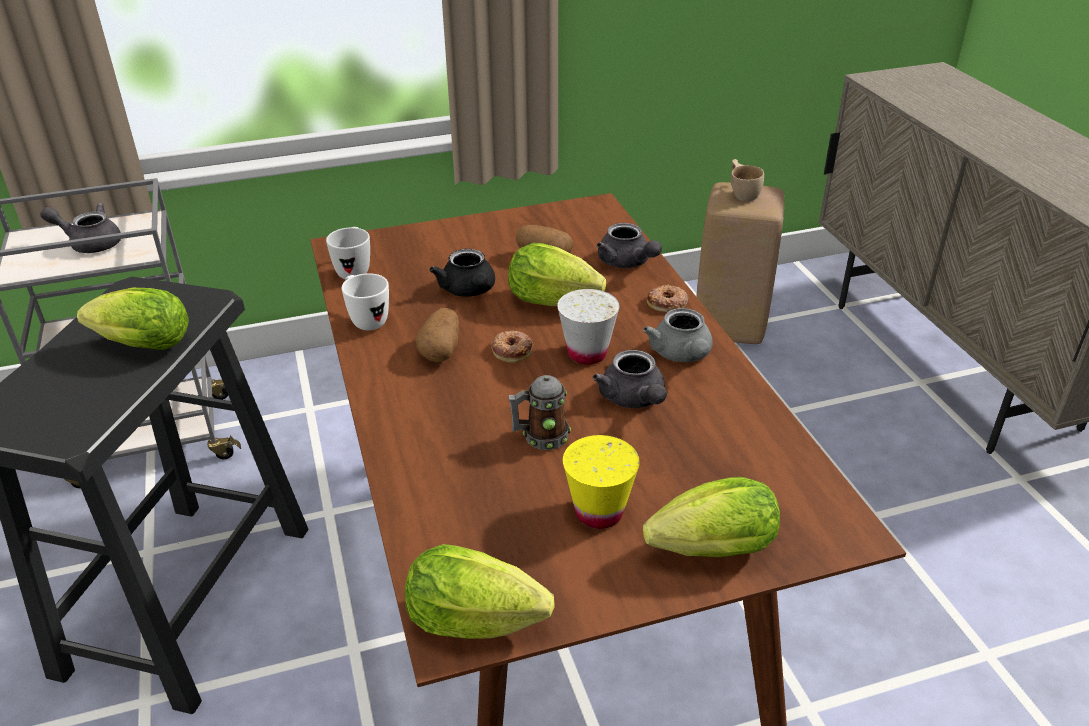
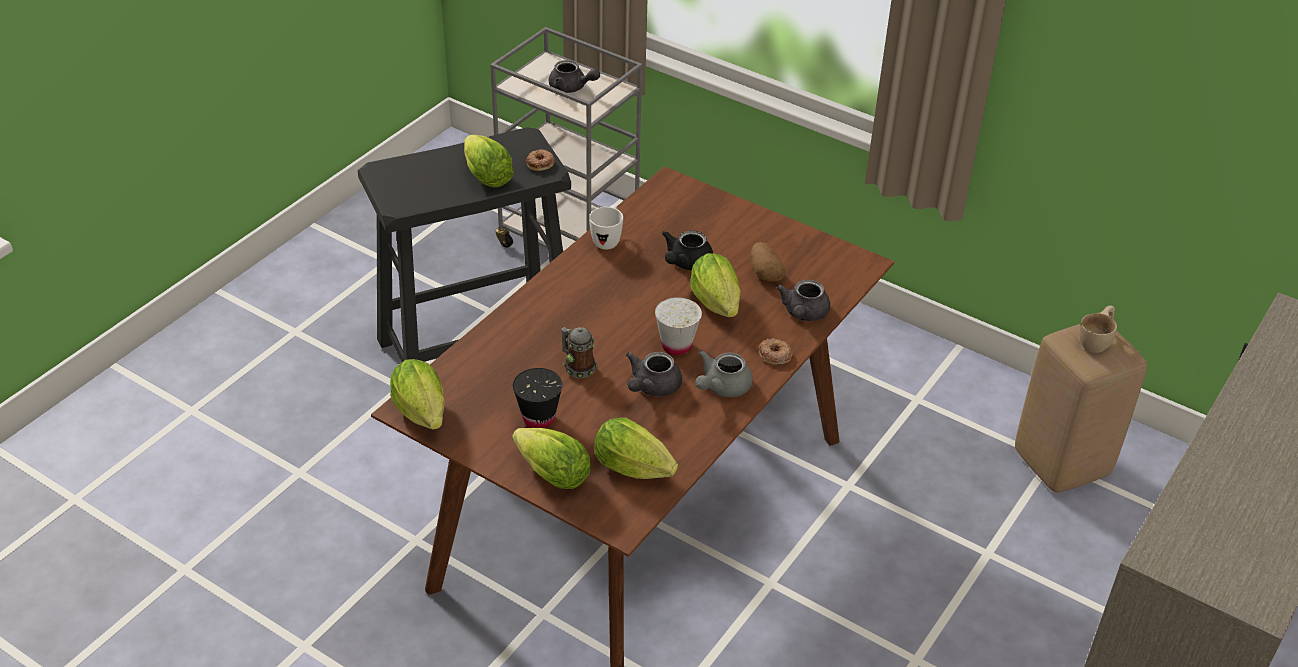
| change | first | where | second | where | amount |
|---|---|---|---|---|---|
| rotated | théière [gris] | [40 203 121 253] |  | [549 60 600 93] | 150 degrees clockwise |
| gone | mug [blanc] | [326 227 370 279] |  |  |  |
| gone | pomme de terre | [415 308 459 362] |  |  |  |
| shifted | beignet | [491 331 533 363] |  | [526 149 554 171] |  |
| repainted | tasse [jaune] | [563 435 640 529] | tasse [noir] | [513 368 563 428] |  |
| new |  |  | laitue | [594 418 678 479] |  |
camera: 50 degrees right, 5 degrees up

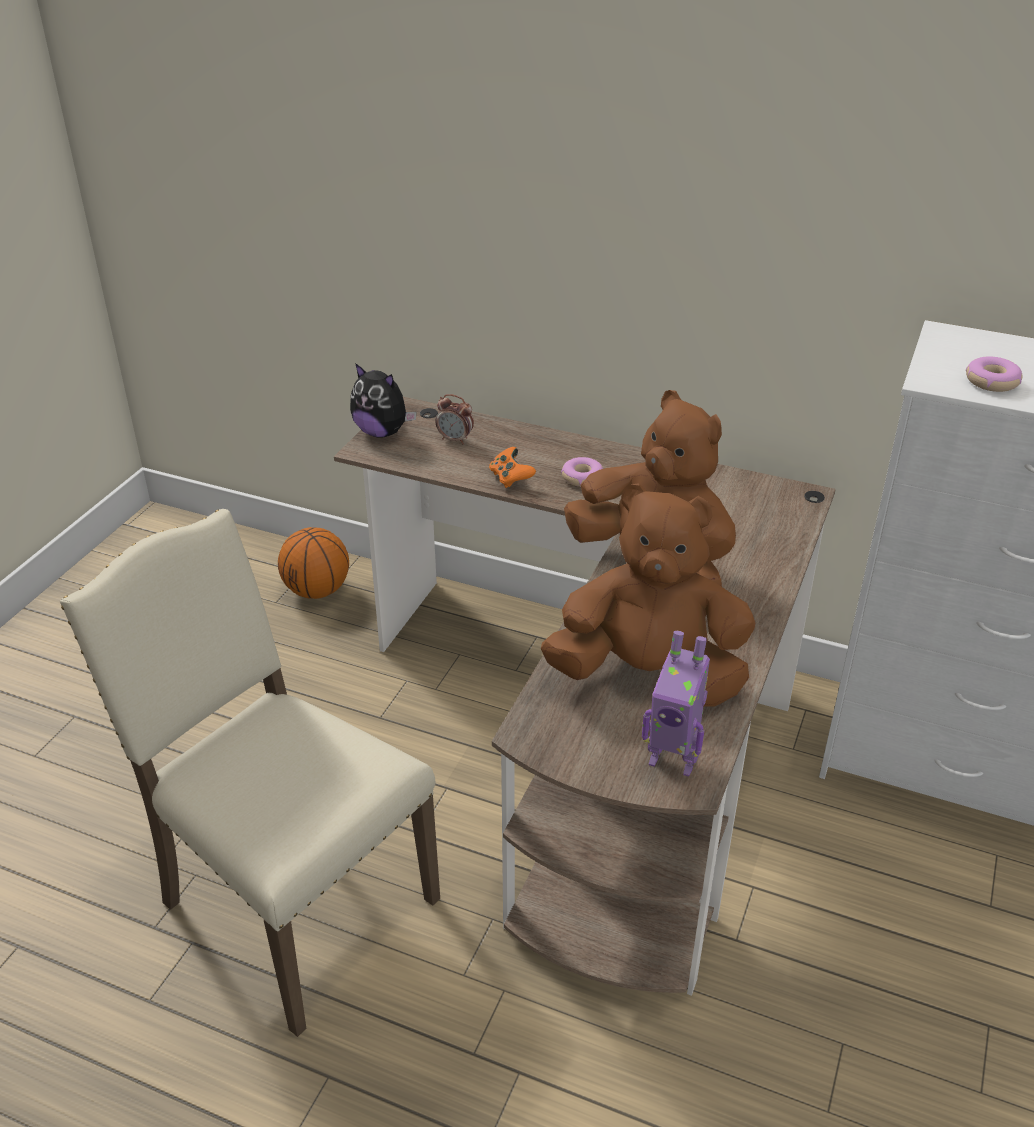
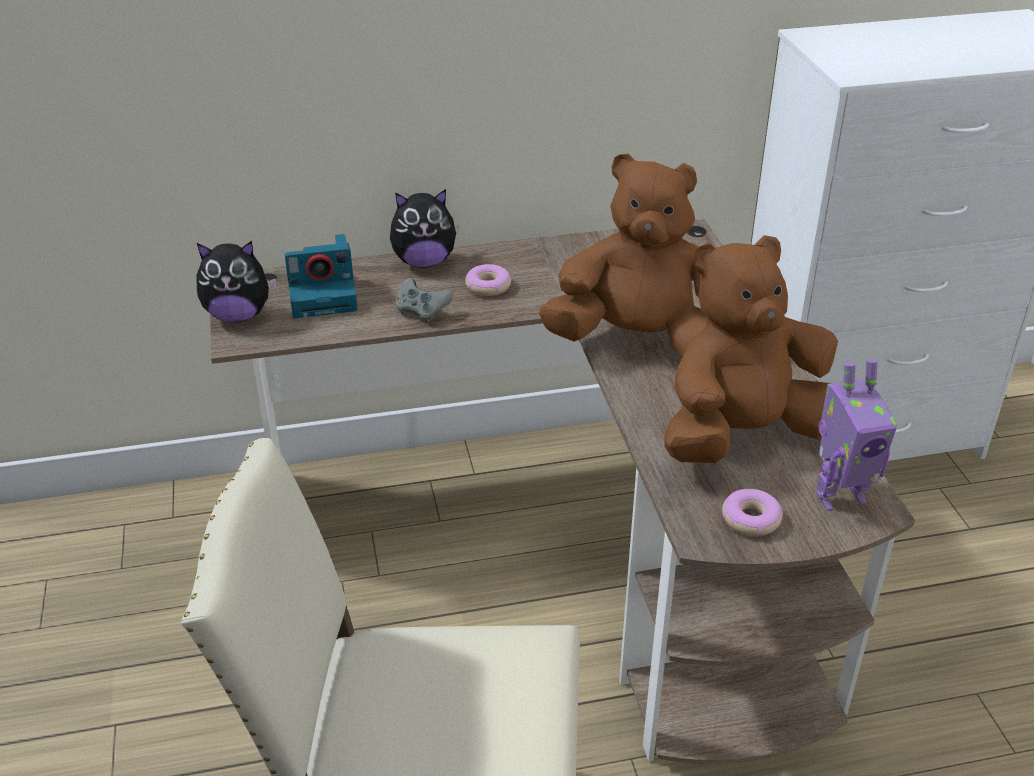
| change | first | where | second | where | amount |
|---|---|---|---|---|---|
| gone | ballon de basket | [278 527 349 599] |  |  |  |
| swapped | réveil | [435 394 474 444] | appareil photo | [285 234 358 318] |  |
| repainted | manette [orange] | [489 447 536 488] | manette [gris] | [395 278 454 323] |  |
| shifted | beignet | [966 356 1022 392] |  | [722 489 783 536] |  |
| new |  |  | peluche | [390 189 459 268] |  |
camera: 35 degrees left, 0 degrees up

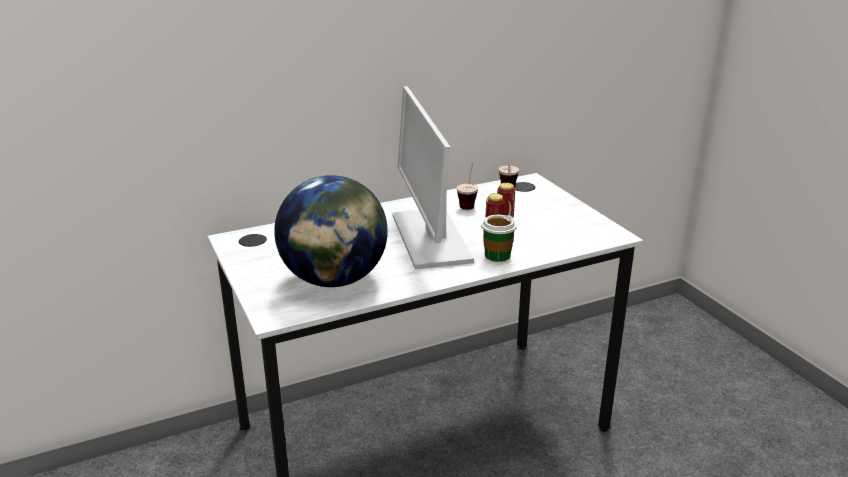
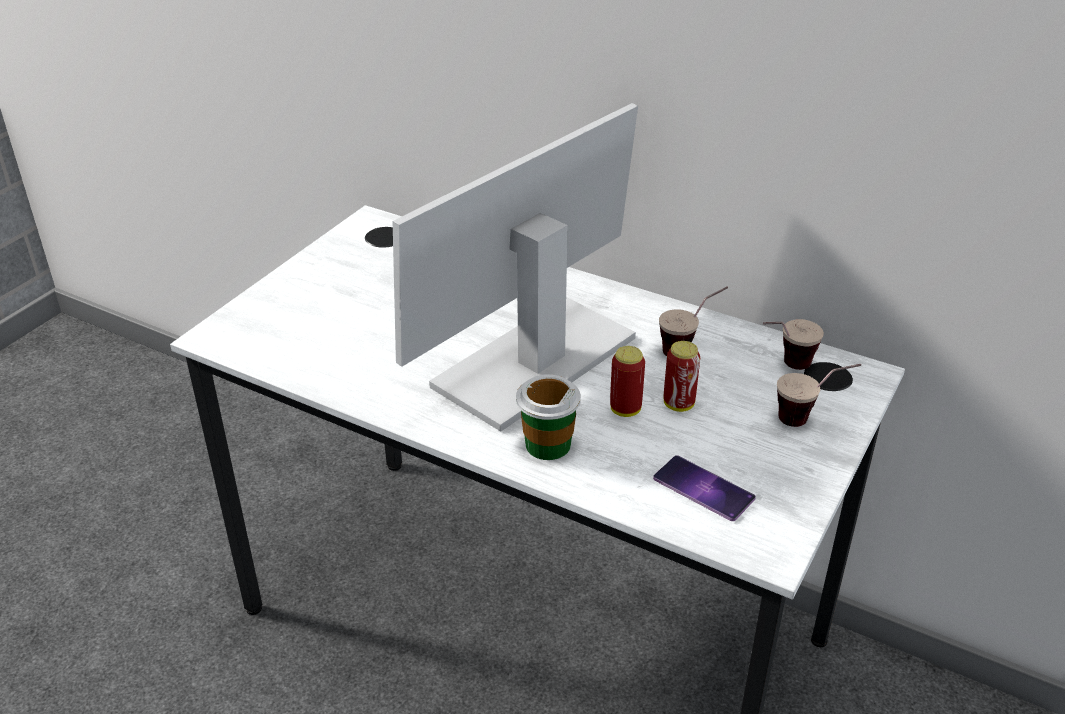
| change | first | where | second | where | amount |
|---|---|---|---|---|---|
| gone | globe | [274 175 388 287] |  |  |  |
| new |  |  | téléphone | [653 455 756 521] |  |
| new |  |  | tasse | [777 364 861 427] |  |
camera: 55 degrees right, 10 degrees up

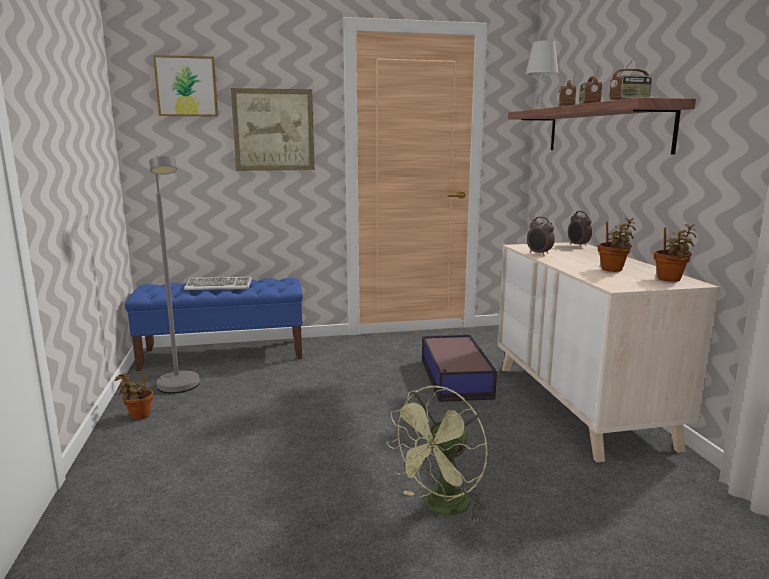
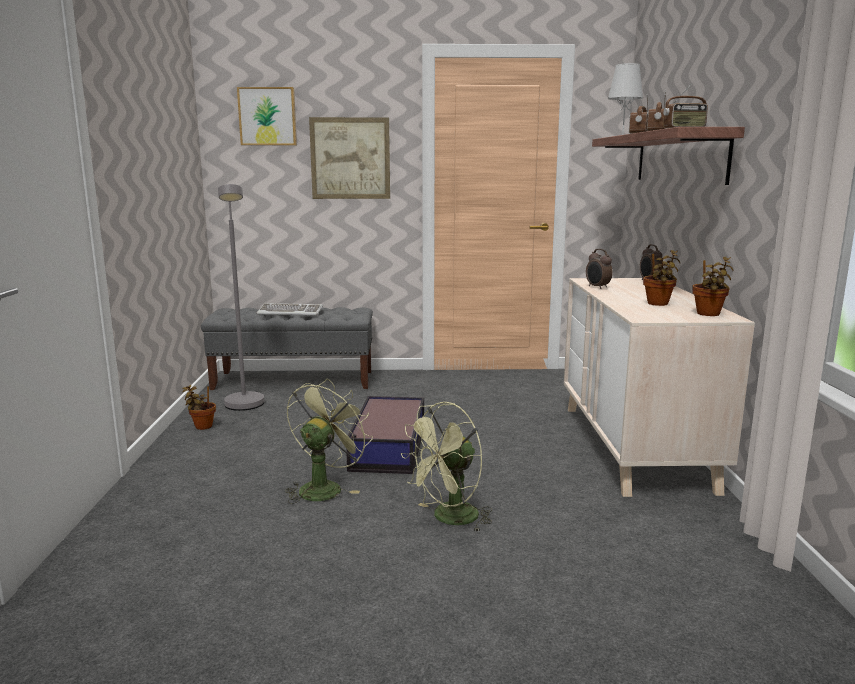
| change | first | where | second | where | amount |
|---|---|---|---|---|---|
| repainted | banc [bleu] | [125 278 303 371] | banc [gris] | [201 307 373 390] |  |
| shifted | boîte de rangement | [422 335 497 402] |  | [346 396 424 474] |  |
| new |  |  | ventilateur [vert] | [285 379 373 504] |  |
camera: 10 degrees right, 0 degrees up

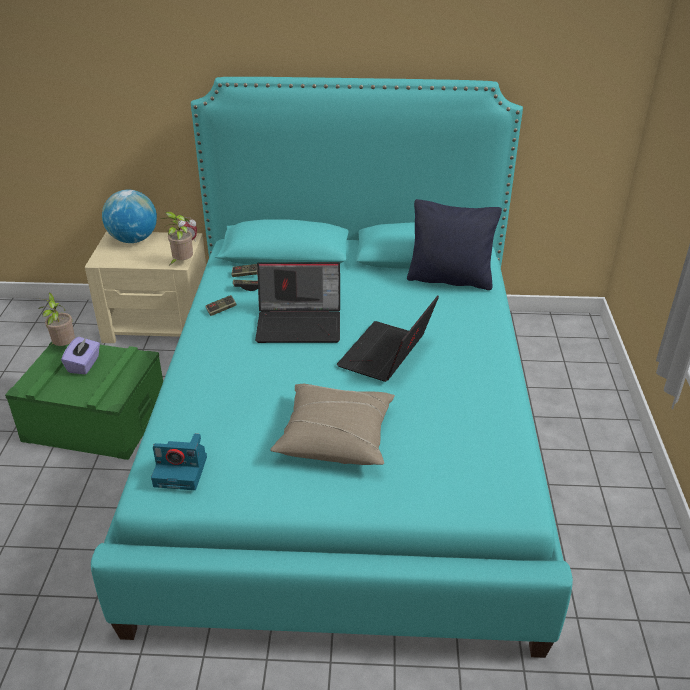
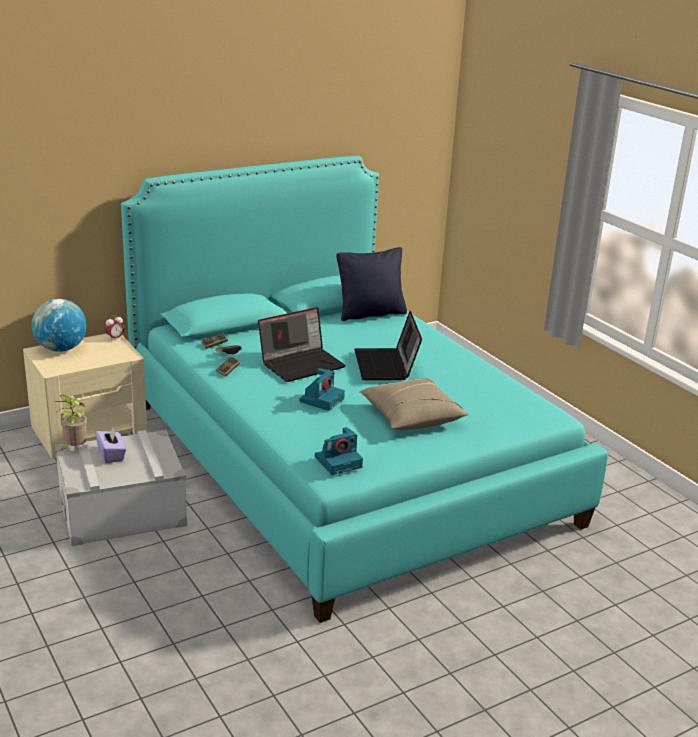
| change | first | where | second | where | amount |
|---|---|---|---|---|---|
| repainted | boîte de rangement [vert] | [5 342 163 460] | boîte de rangement [gris] | [55 430 187 546] |  |
| gone | plante en pot | [160 212 193 266] |  |  |  |
| new |  |  | appareil photo | [300 368 345 411] |  |
camera: 35 degrees left, 10 degrees down

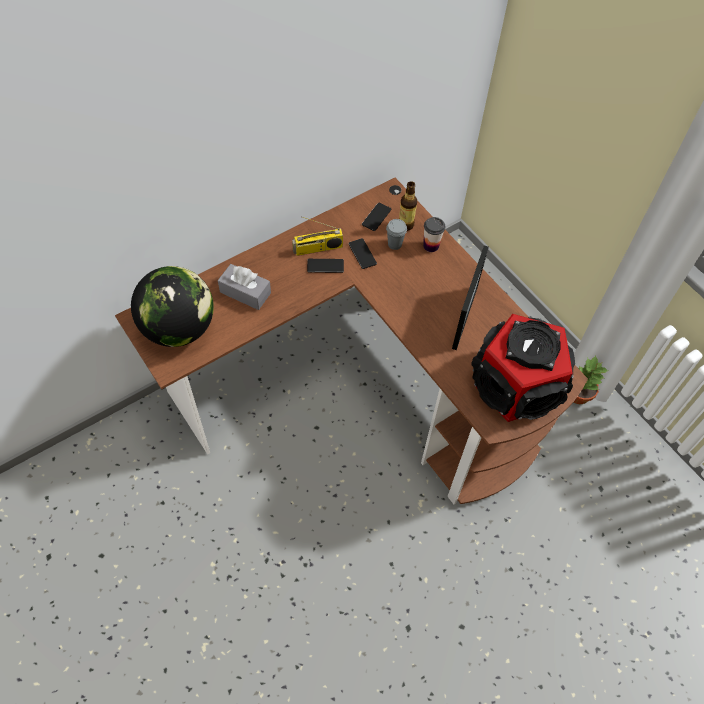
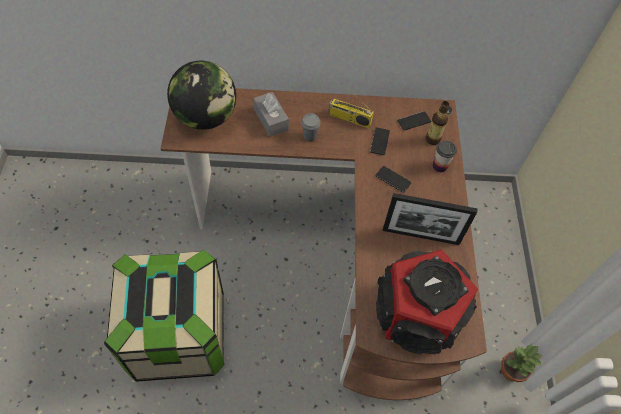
| change | first | where | second | where | amount |
|---|---|---|---|---|---|
| shifted | téléphone | [307 259 344 273] |  | [375 166 411 193] |  |
| shifted | tasse [gris] | [386 219 407 250] |  | [301 113 321 142] |  |
| rotated | cadre photo | [452 246 489 350] |  | [383 193 477 245] | 45 degrees clockwise |
| new |  |  | boîte de rangement | [104 250 225 382] |  |
camera: 35 degrees right, 0 degrees up

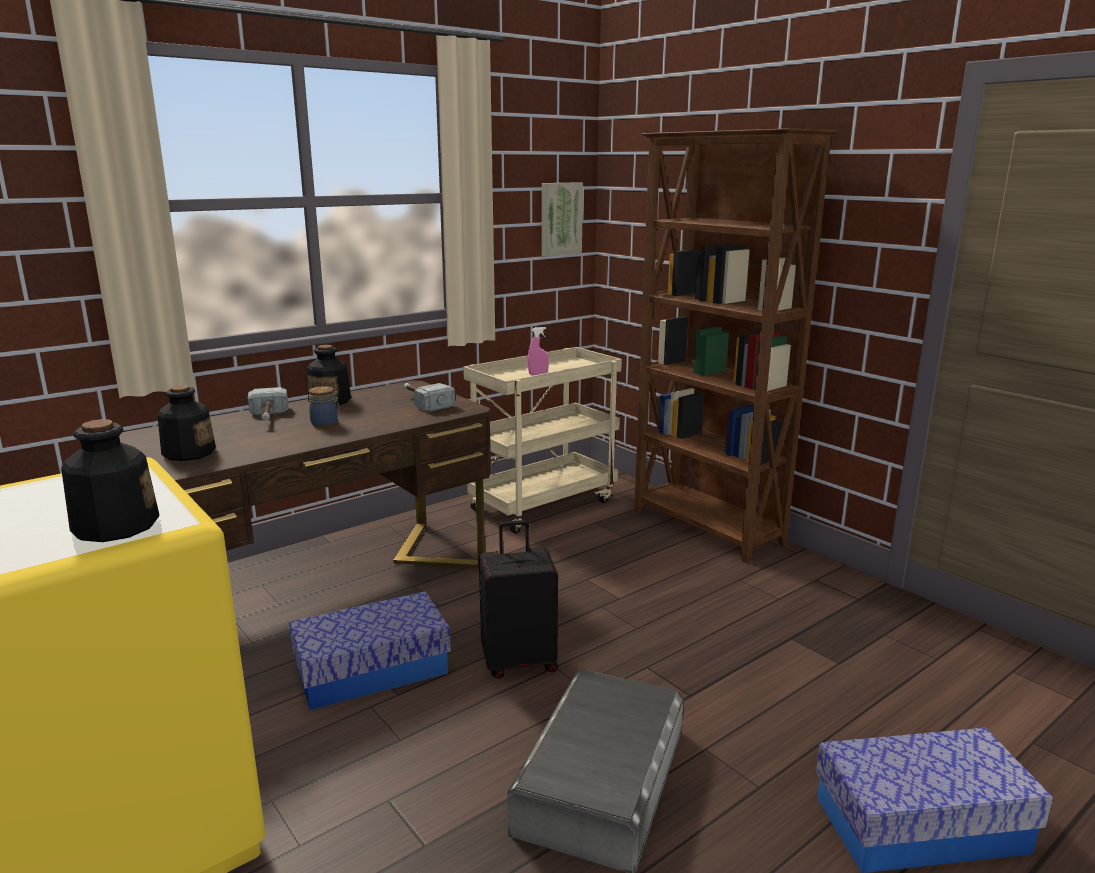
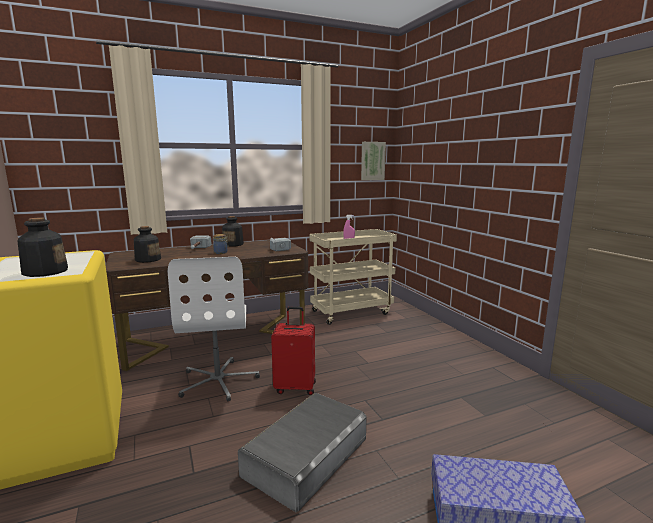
| change | first | where | second | where | amount |
|---|---|---|---|---|---|
| swapped | boîte de rangement | [289 591 451 710] | chaise de bureau [blanc] | [168 257 260 401] |  |
| repainted | valise [noir] | [479 520 558 679] | valise [rouge] | [271 307 316 395] |  |
| gone | bibliothèque [marron] | [634 128 838 563] |  |  |  |
camera: 15 degrees right, 5 degrees down

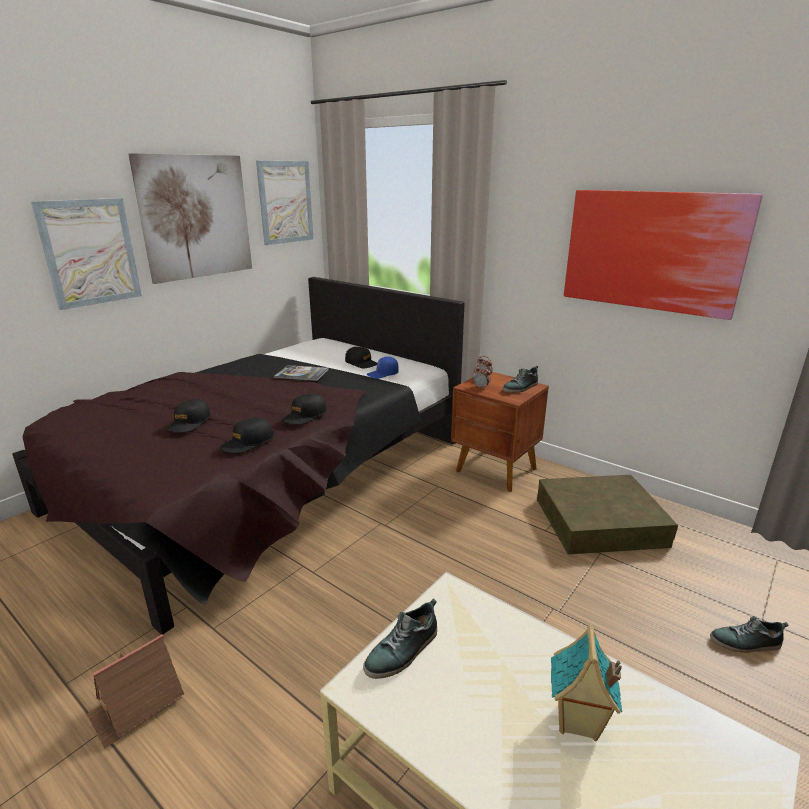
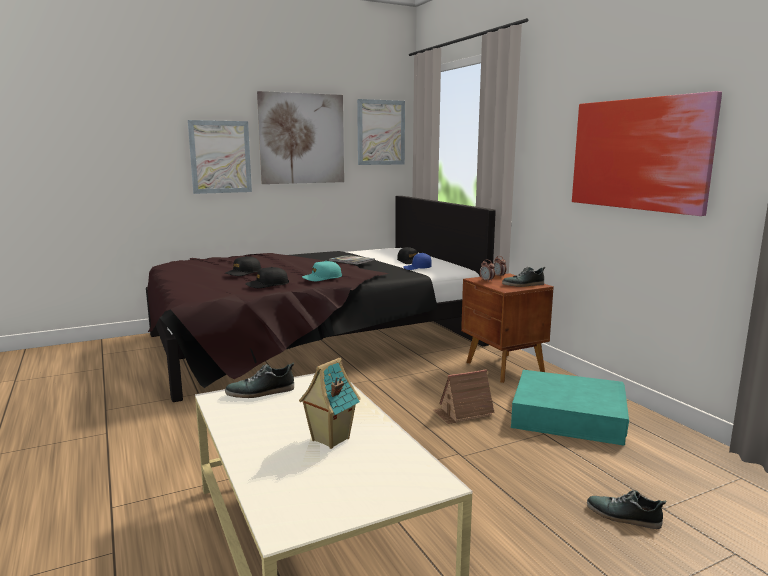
| change | first | where | second | where | amount |
|---|---|---|---|---|---|
| shifted | maison miniature | [87 634 184 749] |  | [434 369 494 424] |  |
| repainted | casquette [noir] | [281 393 327 425] | casquette [turquoise] | [302 261 342 281] |  |
| repainted | boîte de rangement [marron] | [537 475 678 554] | boîte de rangement [turquoise] | [511 370 629 446] |  |
camera: 25 degrees right, 10 degrees down

